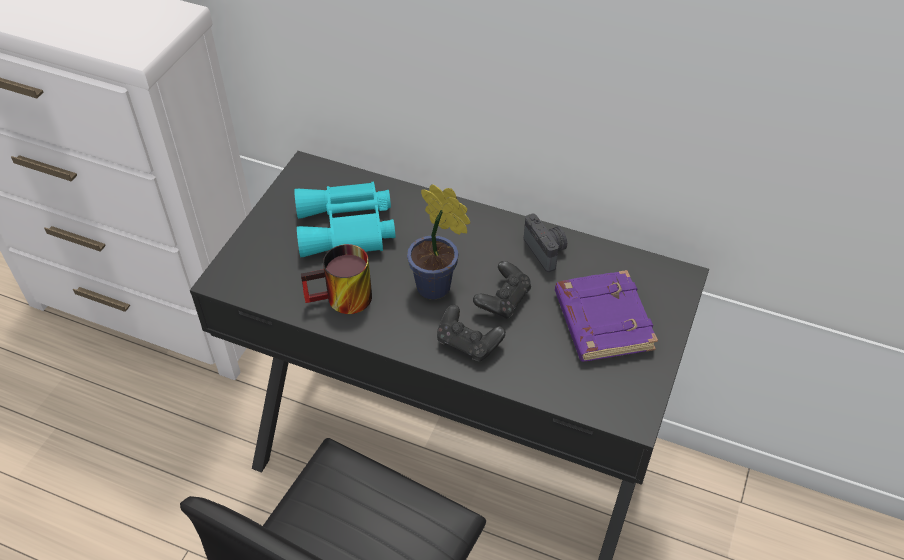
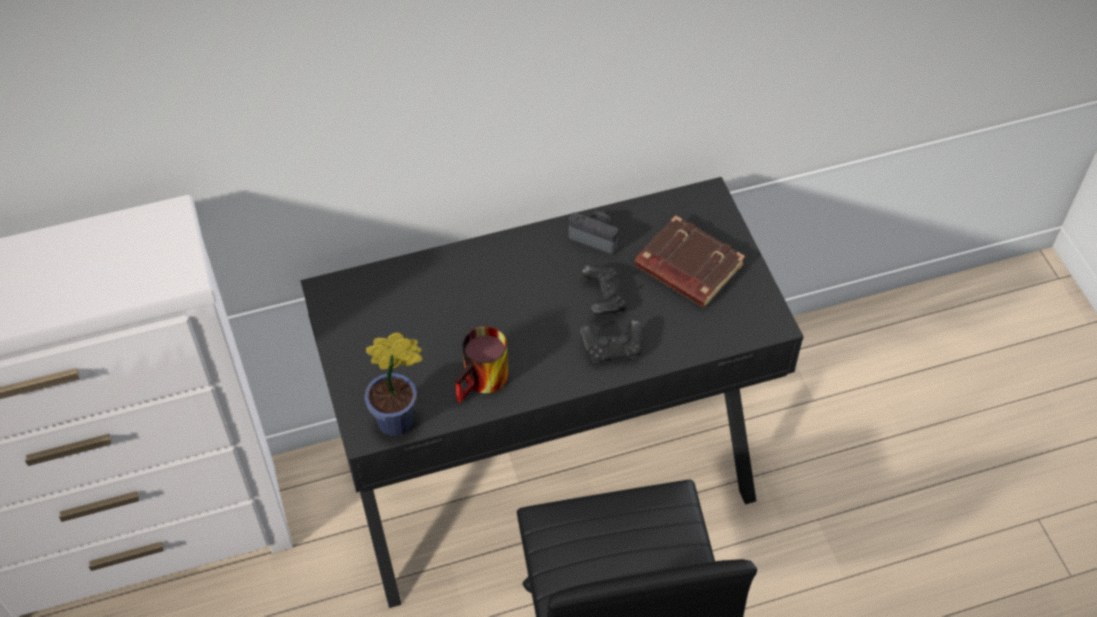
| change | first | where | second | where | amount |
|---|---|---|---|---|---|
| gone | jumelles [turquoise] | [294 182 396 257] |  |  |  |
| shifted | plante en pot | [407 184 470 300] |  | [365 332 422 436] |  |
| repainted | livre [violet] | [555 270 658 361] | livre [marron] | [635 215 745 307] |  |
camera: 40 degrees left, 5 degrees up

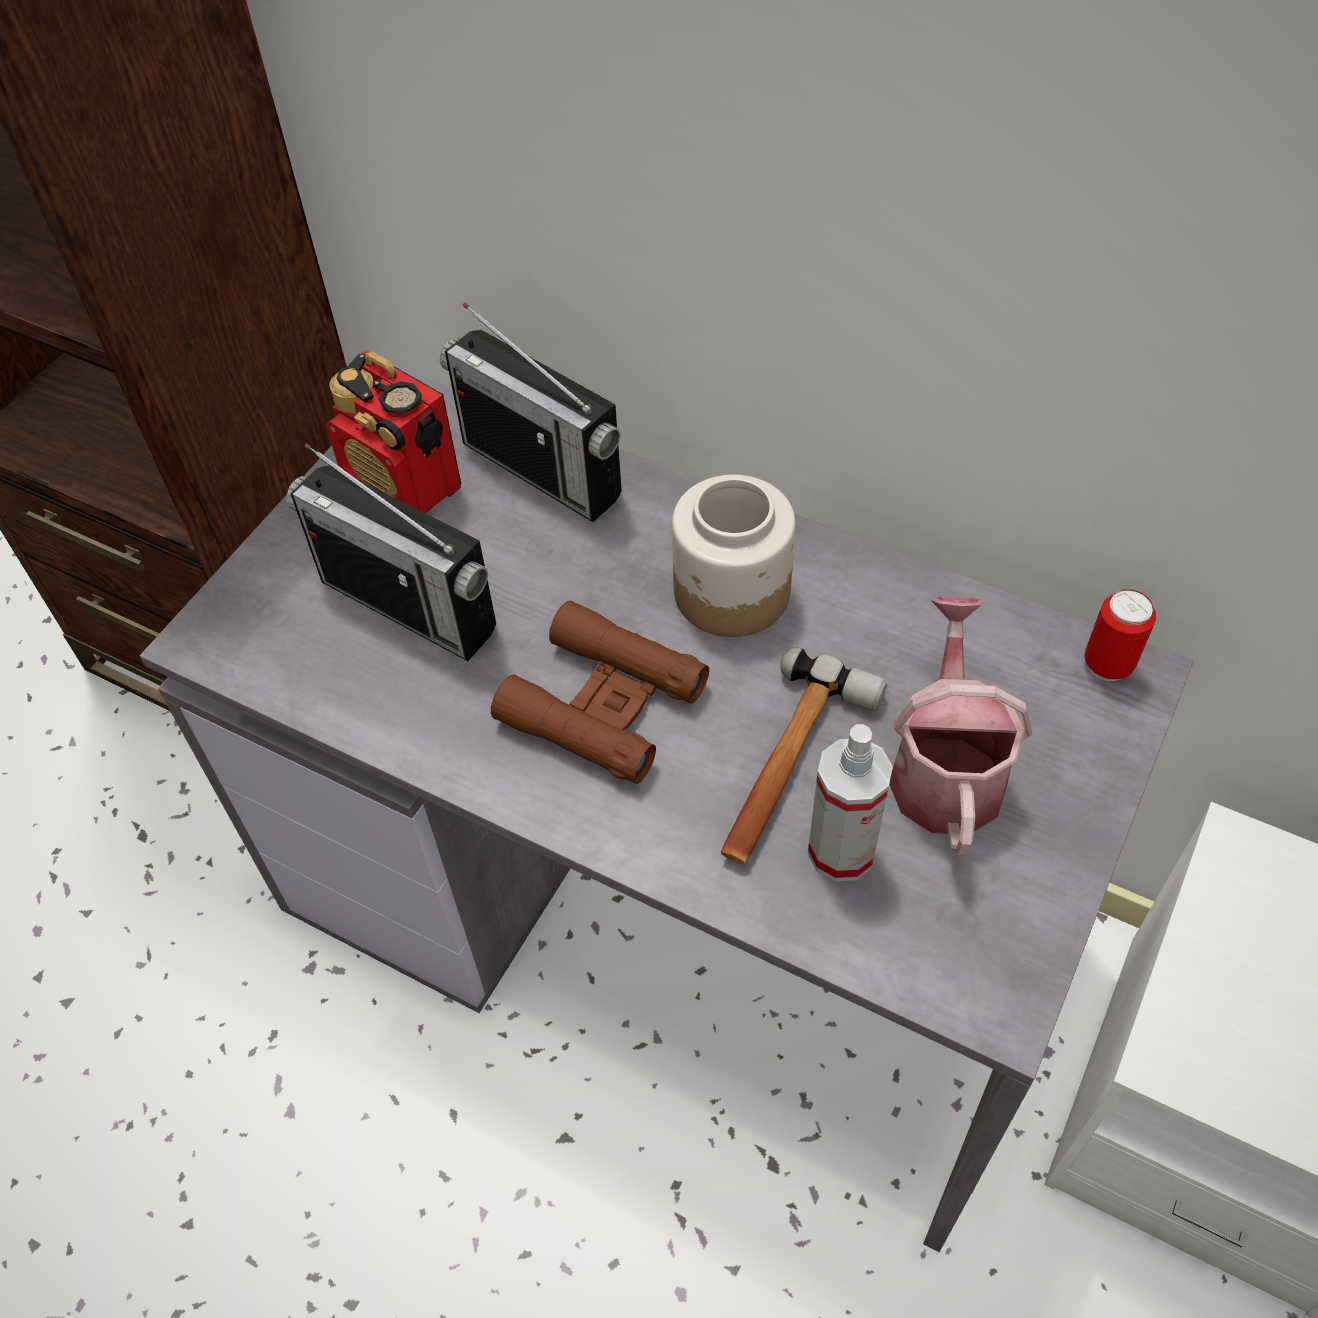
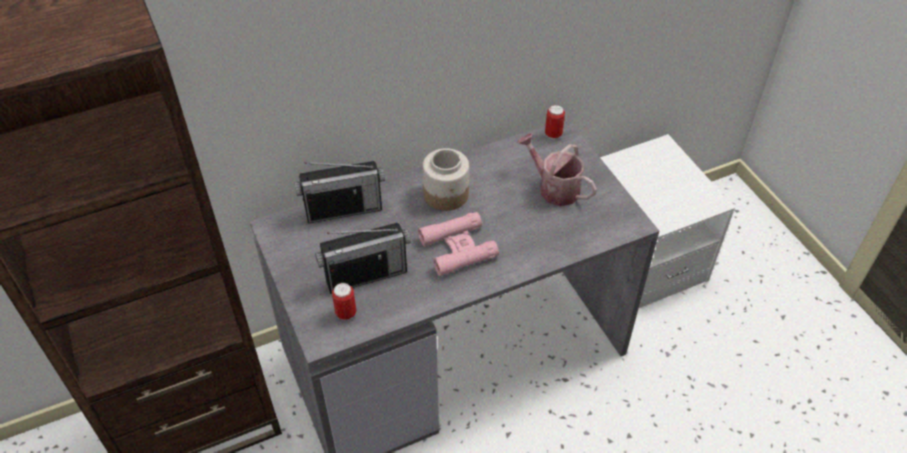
| change | first | where | second | where | amount |
|---|---|---|---|---|---|
| gone | radio | [326 351 461 514] |  |  |  |
| repainted | jumelles [marron] | [491 601 709 784] | jumelles [rose] | [418 212 499 276] |  |
| gone | marteau | [721 648 887 864] |  |  |  |
| gone | vaporisateur | [808 724 893 882] |  |  |  |
| new |  |  | boîte métallique | [332 283 356 320] |  |
camera: 55 degrees left, 5 degrees down

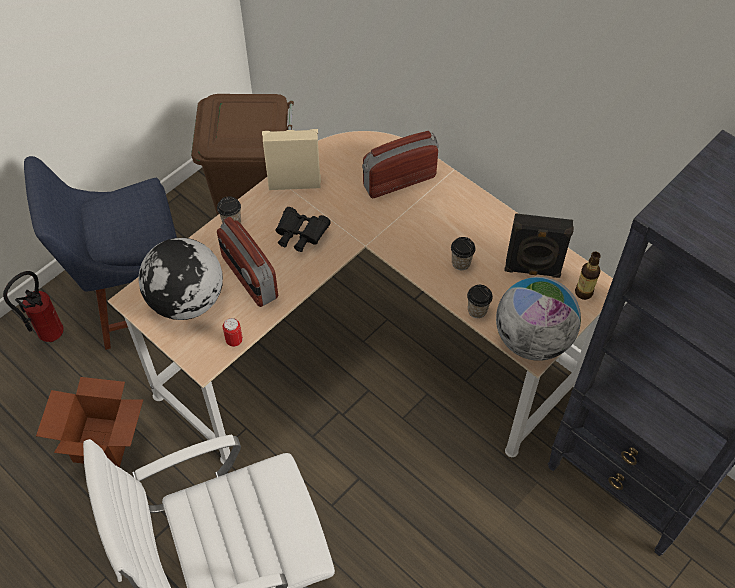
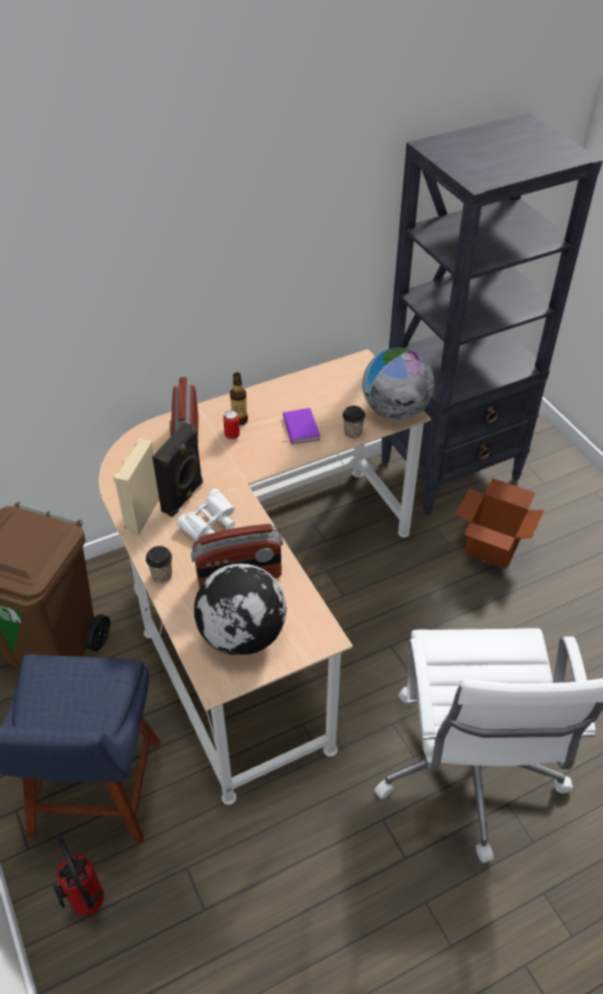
| change | first | where | second | where | amount |
|---|---|---|---|---|---|
| shifted | carton | [36 377 143 467] |  | [455 478 544 569] |  |
| shifted | boîte métallique | [223 318 243 347] |  | [223 410 240 440] |  |
| repainted | jumelles [noir] | [275 207 331 252] | jumelles [blanc] | [176 489 235 541] |  |
| swapped | tasse | [451 237 476 270] | livre [violet] | [281 408 320 444] |  |
| shifted | enceinte [noir] | [504 213 574 278] |  | [152 422 203 517] |  |
| shifted | bouteille | [575 251 601 300] |  | [230 373 248 425] |  |
camera: 70 degrees left, 10 degrees down

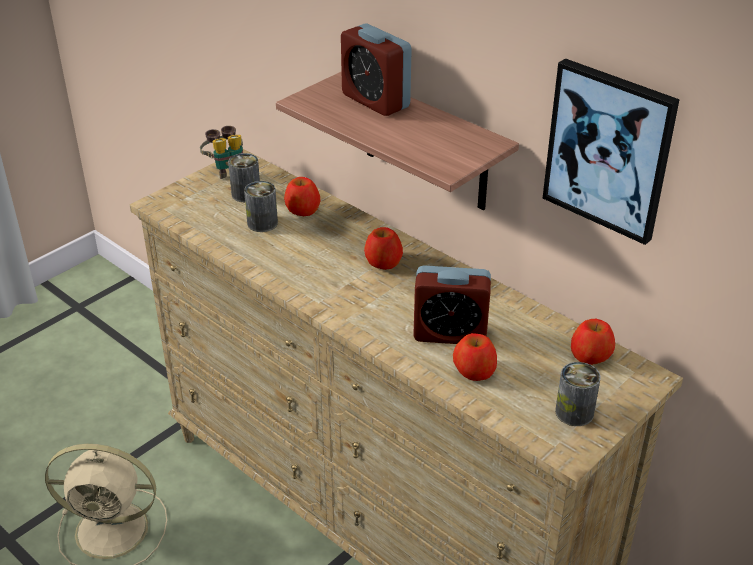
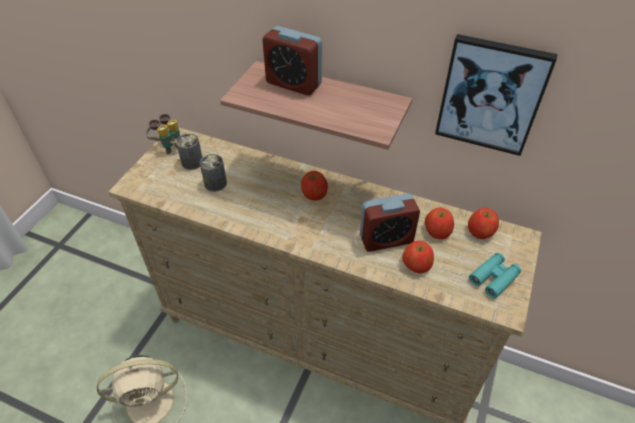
| change | first | where | second | where | amount |
|---|---|---|---|---|---|
| shifted | pomme | [284 177 320 216] |  | [425 207 454 239] |  |
| swapped | boîte métallique | [555 362 601 426] | jumelles [turquoise] | [469 253 521 298] |  |
camera: 20 degrees left, 10 degrees up

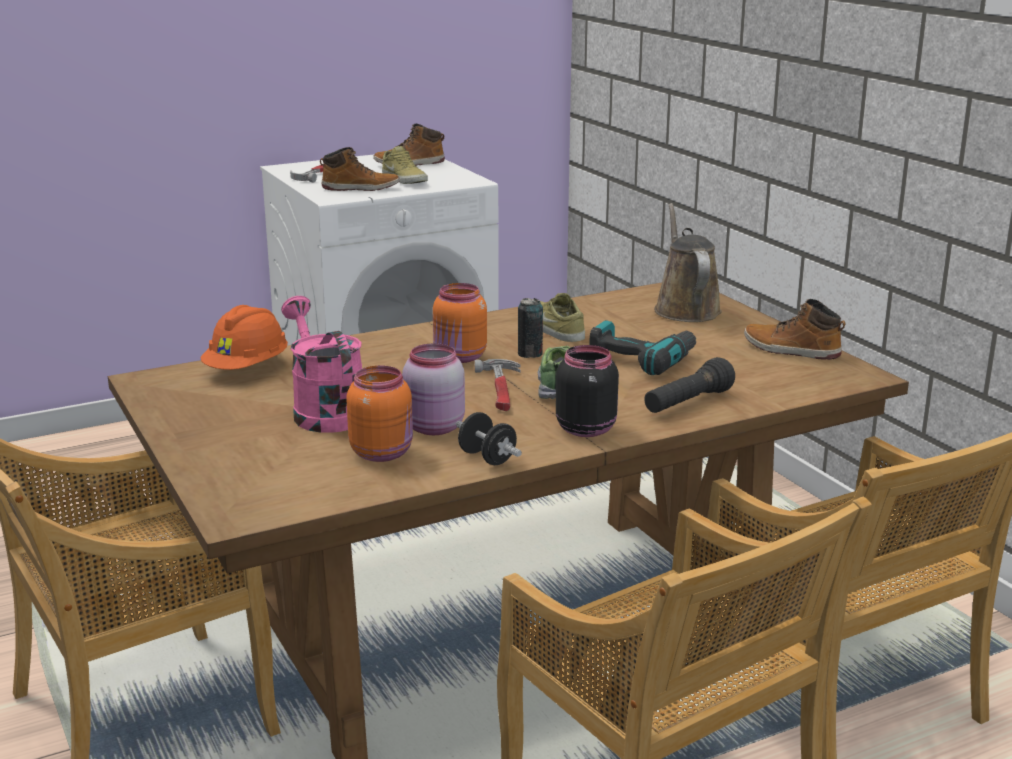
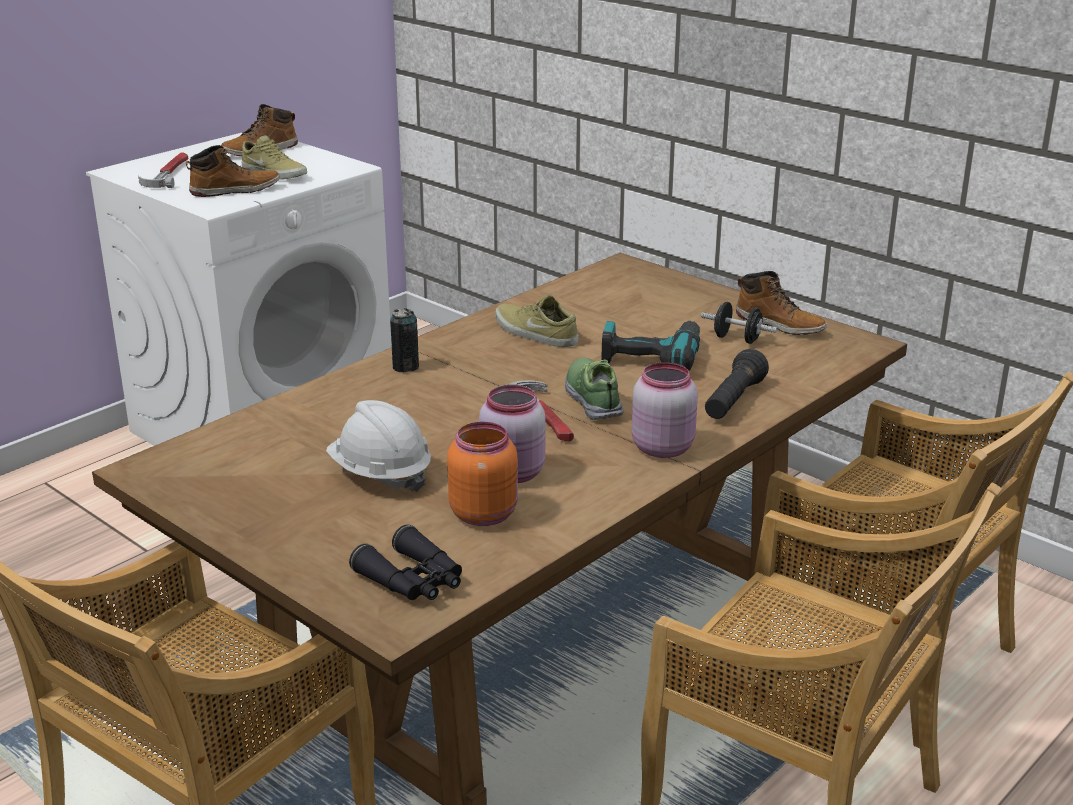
| change | first | where | second | where | amount |
|---|---|---|---|---|---|
| gone | casque de chantier [orange] | [200 305 288 370] |  |  |  |
| swapped | arrosoir [rose] | [281 296 362 433] | casque de chantier [blanc] | [326 400 431 492] |  |
| gone | bocal [orange] | [433 283 487 363] |  |  |  |
| shifted | haltère [noir] | [456 412 522 465] |  | [701 302 777 344] |  |
| shifted | boîte métallique | [518 298 543 358] |  | [390 308 419 373] |  |
| repainted | bocal [noir] | [556 345 619 437] | bocal [rose] | [632 362 698 458] |  |
| gone | arrosoir [marron] | [654 203 722 322] |  |  |  |
| rotated | botte | [744 299 846 360] |  | [736 271 827 335] | 150 degrees counterclockwise |
| new |  |  | jumelles [noir] | [349 524 462 600] |  |
camera: 20 degrees left, 5 degrees up

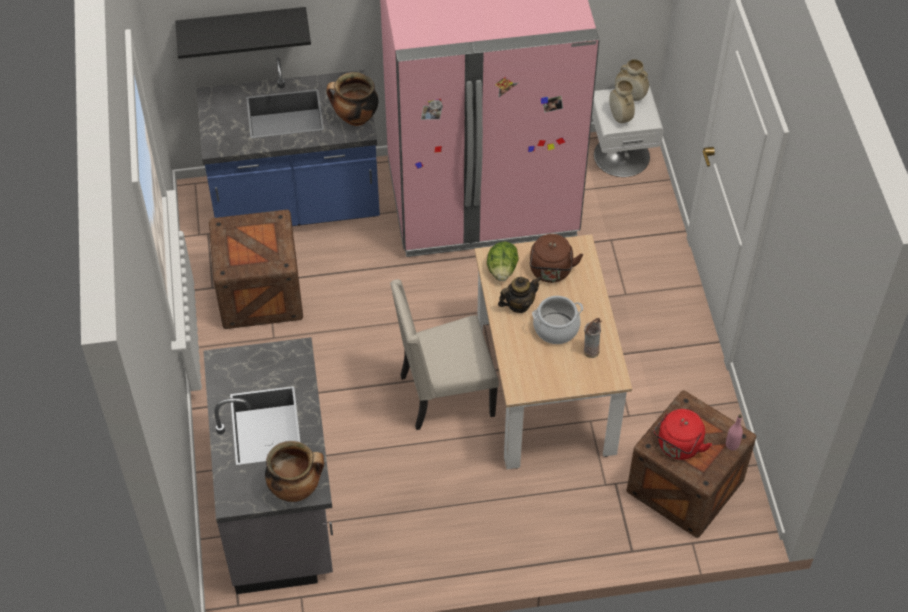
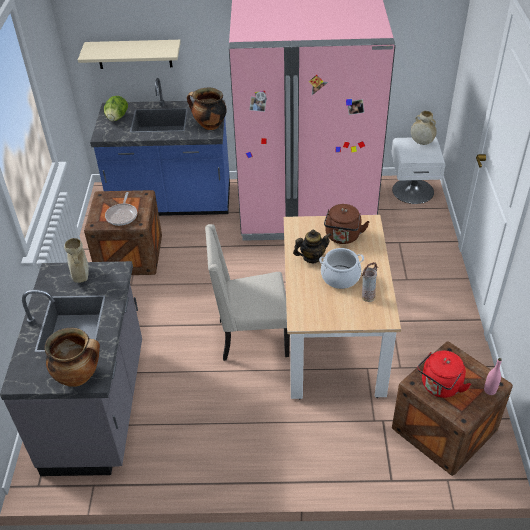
| change | first | where | second | where | amount |
|---|---|---|---|---|---|
| repainted | étagère [noir] | [175 7 311 59] | étagère [beige] | [78 40 181 69] |  |
| shifted | laitue | [487 242 519 281] |  | [104 96 128 121] |  |
| shifted | vase [beige] | [609 80 635 123] |  | [64 238 89 283] |  |
| new |  |  | poêle | [105 192 137 226] |  |
camera: 10 degrees right, 10 degrees down

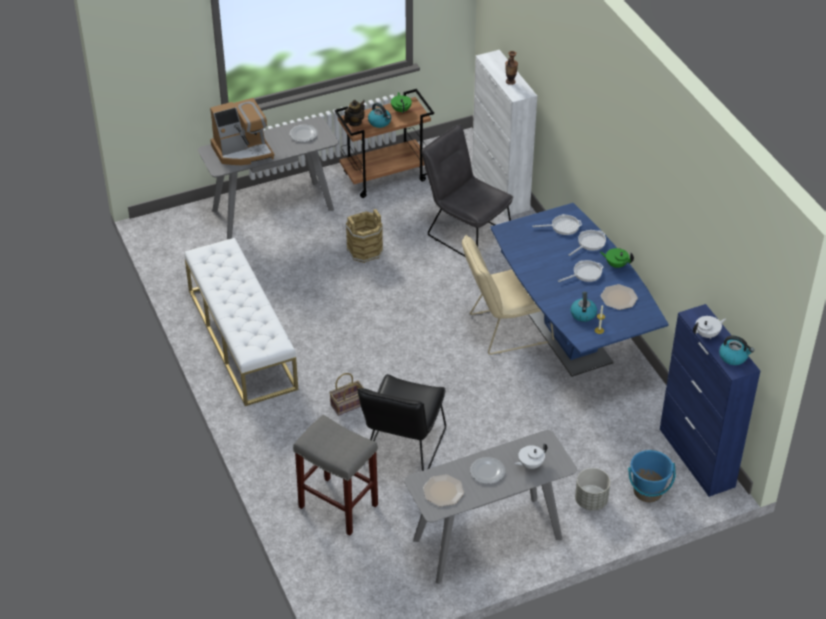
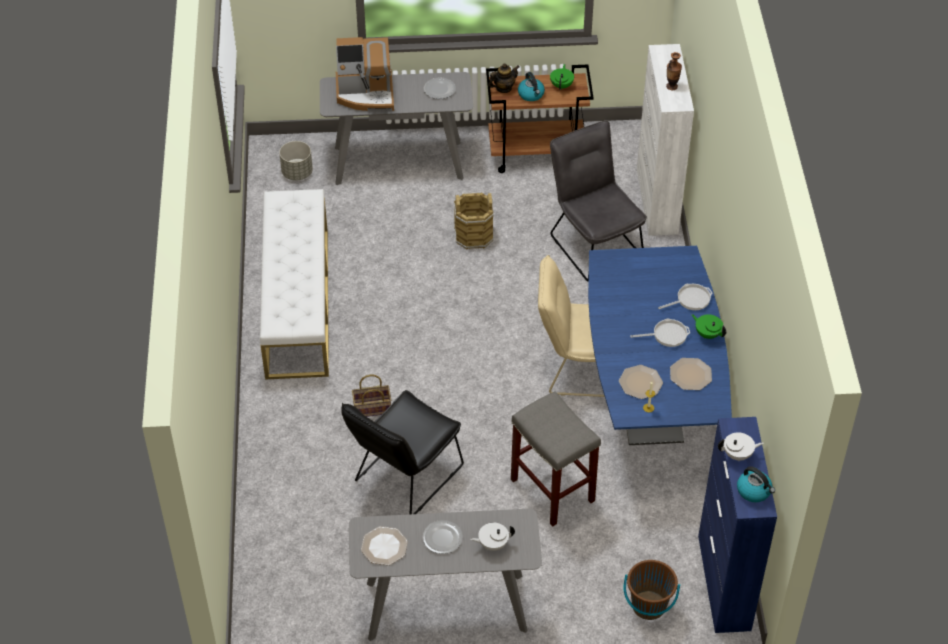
| change | first | where | second | where | amount |
|---|---|---|---|---|---|
| shifted | tabouret [gris] | [293 415 378 536] |  | [511 391 601 527] |  |
| gone | poêle | [532 214 582 235] |  |  |  |
| swapped | bouilloire | [570 292 597 322] | assiette | [619 365 663 399] |  |
| shifted | cache-pot [gris] | [575 468 610 511] |  | [279 141 313 181] |  |
| repainted | seau [bleu] | [628 450 676 502] | seau [marron] | [623 560 680 620] |  |
camera: 20 degrees right, 5 degrees up

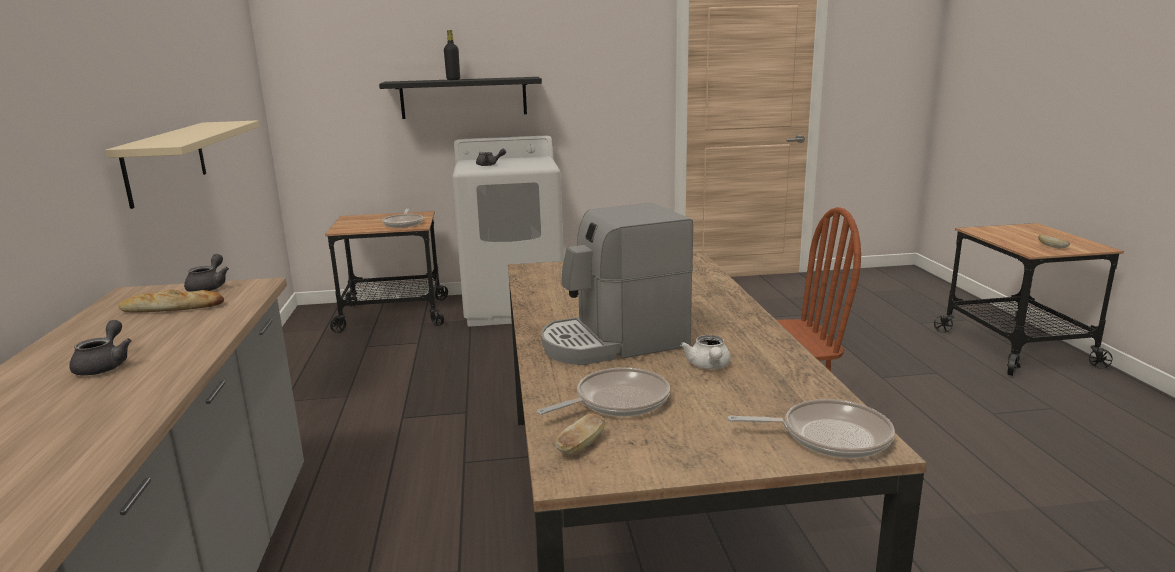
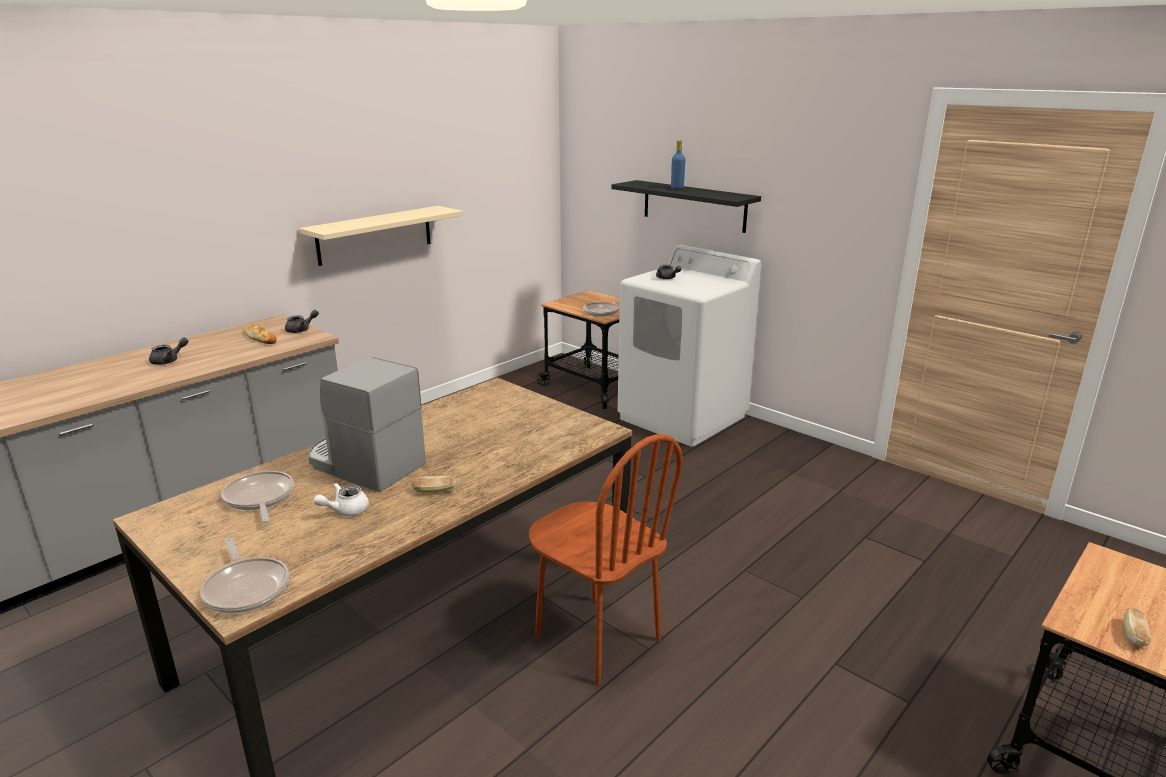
| change | first | where | second | where | amount |
|---|---|---|---|---|---|
| repainted | bouteille [noir] | [444 30 460 80] | bouteille [bleu] | [671 140 686 189] |  |
| rotated | poêle | [537 367 670 417] |  | [221 471 294 522] | 135 degrees counterclockwise |
| shifted | pain | [555 413 605 455] |  | [411 476 456 493] |  |
camera: 50 degrees right, 5 degrees up

